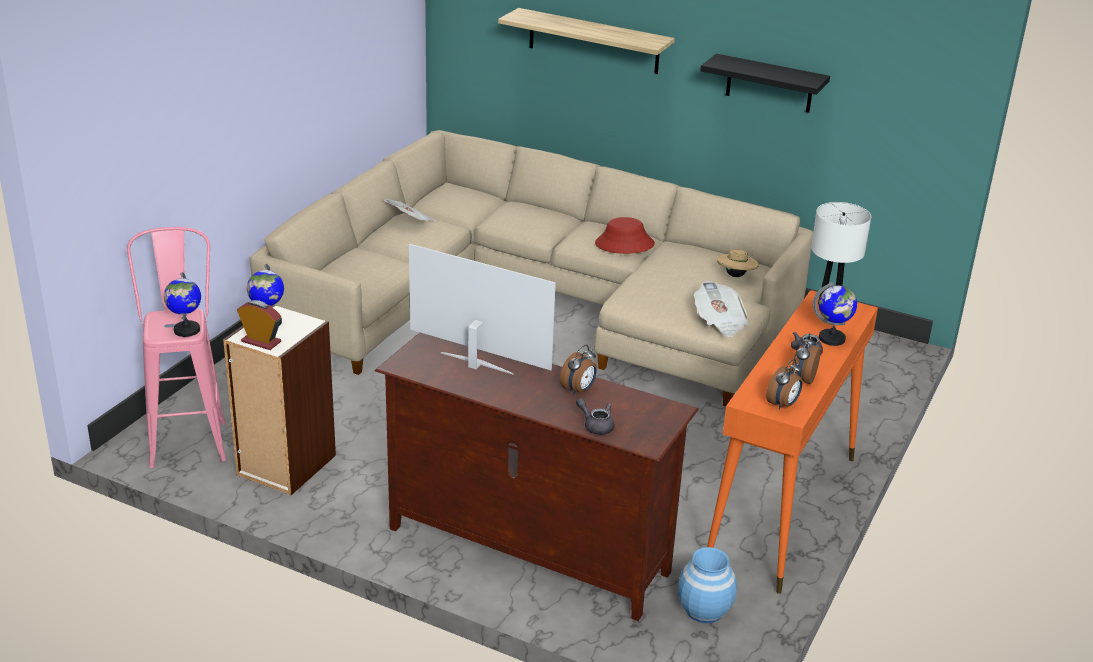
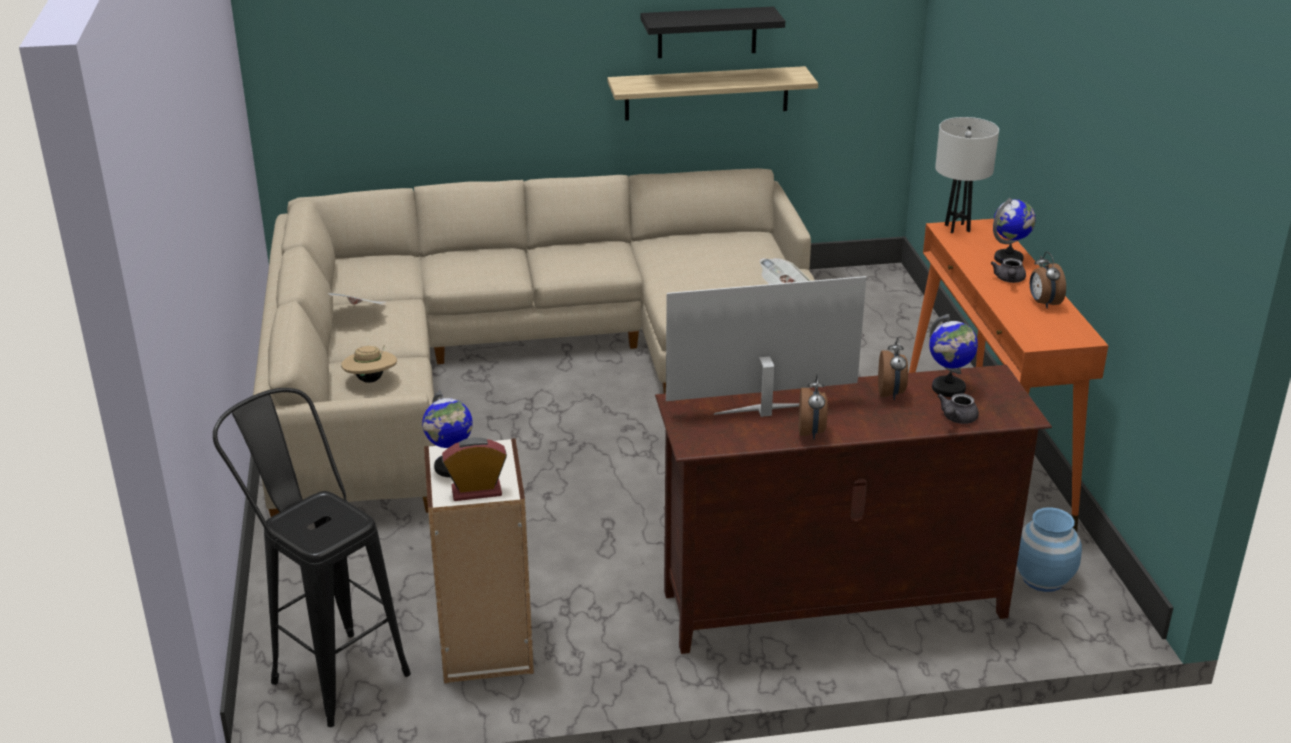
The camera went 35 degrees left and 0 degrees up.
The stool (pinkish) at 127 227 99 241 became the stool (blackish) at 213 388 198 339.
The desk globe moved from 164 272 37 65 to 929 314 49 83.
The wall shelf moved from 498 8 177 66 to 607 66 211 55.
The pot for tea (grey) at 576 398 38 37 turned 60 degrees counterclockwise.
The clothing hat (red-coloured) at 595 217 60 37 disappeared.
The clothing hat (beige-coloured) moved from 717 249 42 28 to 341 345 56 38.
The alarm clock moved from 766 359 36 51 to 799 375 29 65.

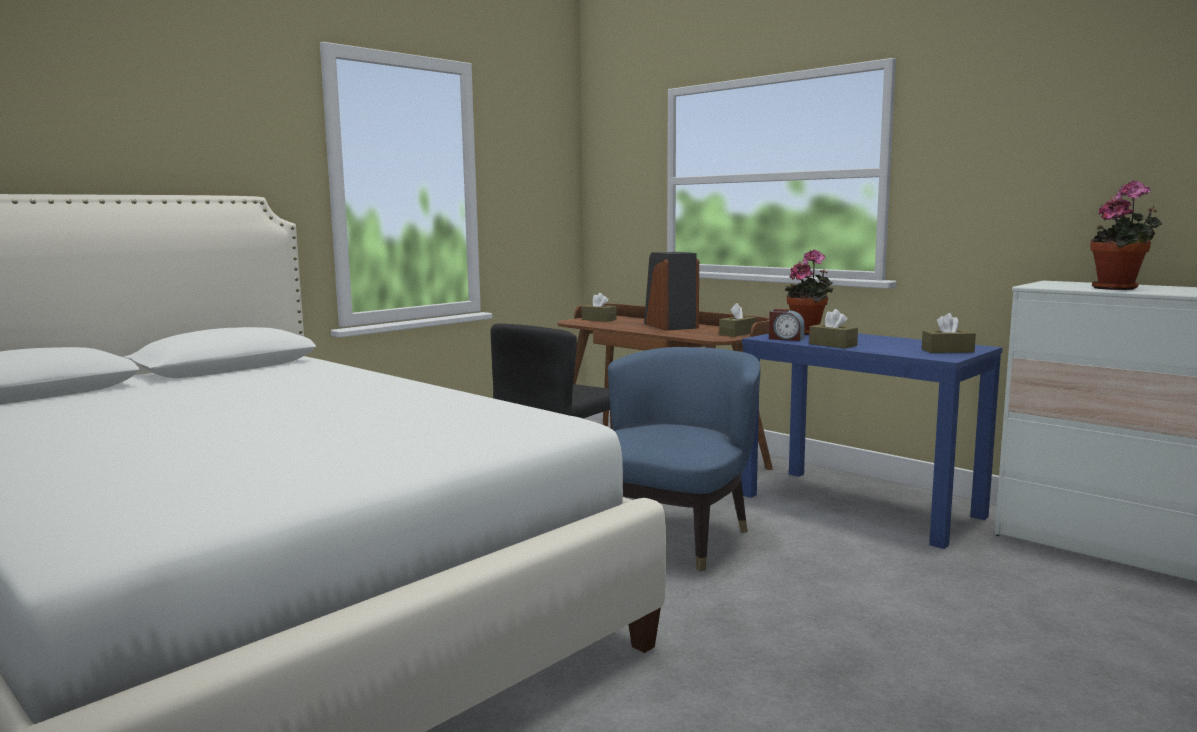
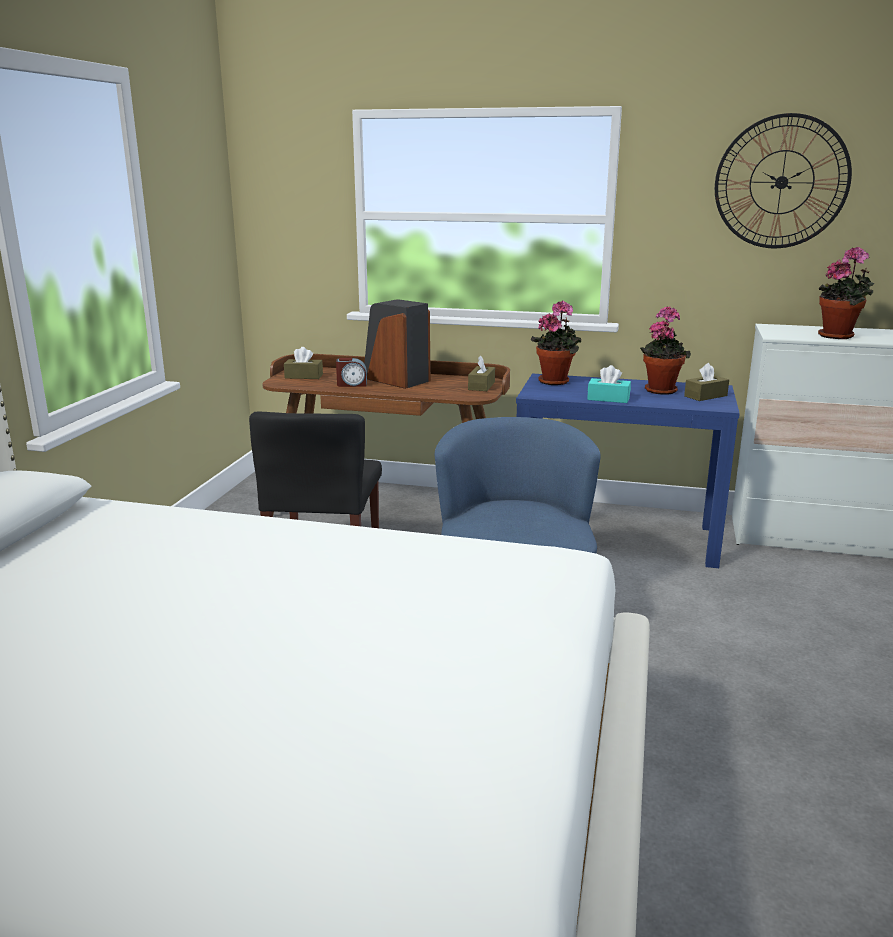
The camera went 30 degrees left and 10 degrees up.
The alarm clock moved from 769 309 36 32 to 336 358 31 29.
The tissue box (brown) at 809 309 49 39 became the tissue box (turquoise) at 587 365 44 38.
The plant in a pot at 640 306 51 89 appeared.
The wall clock at 715 113 137 135 appeared.

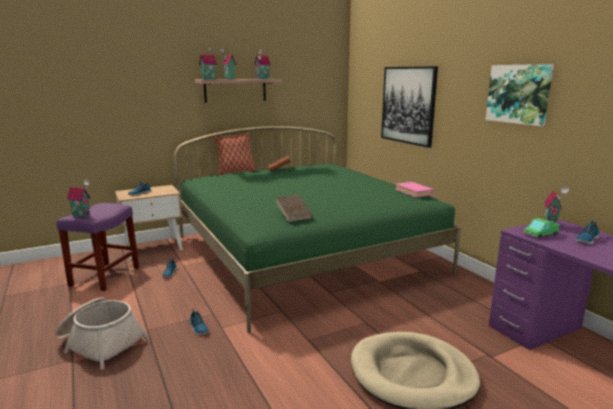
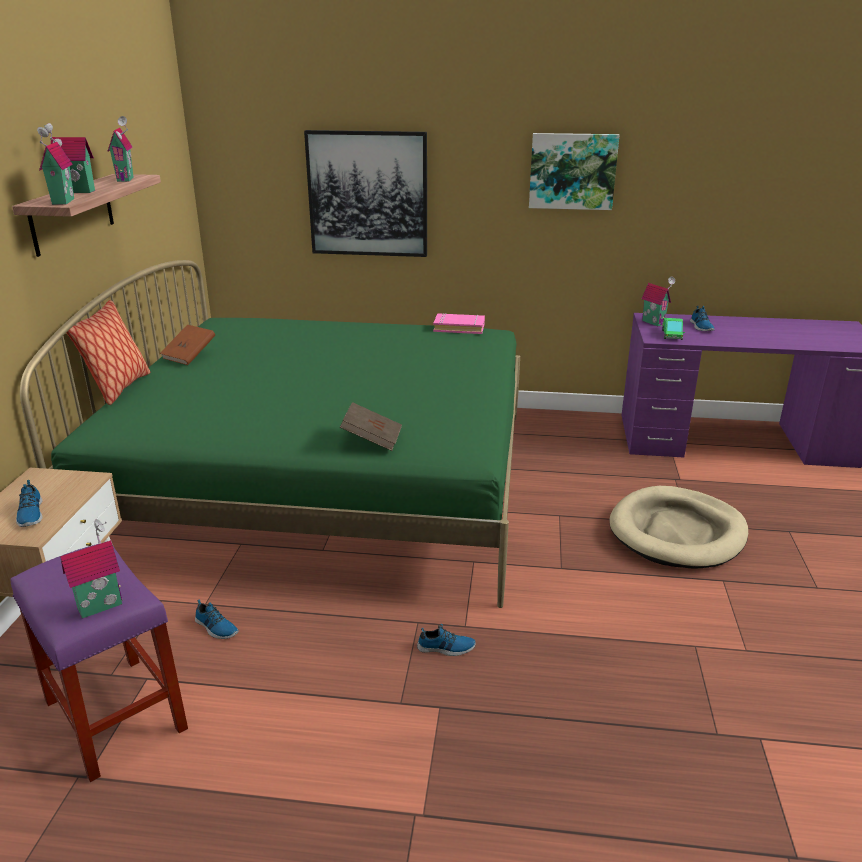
The camera went 55 degrees left and 10 degrees up.
The household basket at 55 297 94 73 disappeared.
The volume (brown) moved from 276 194 37 28 to 340 402 62 49.

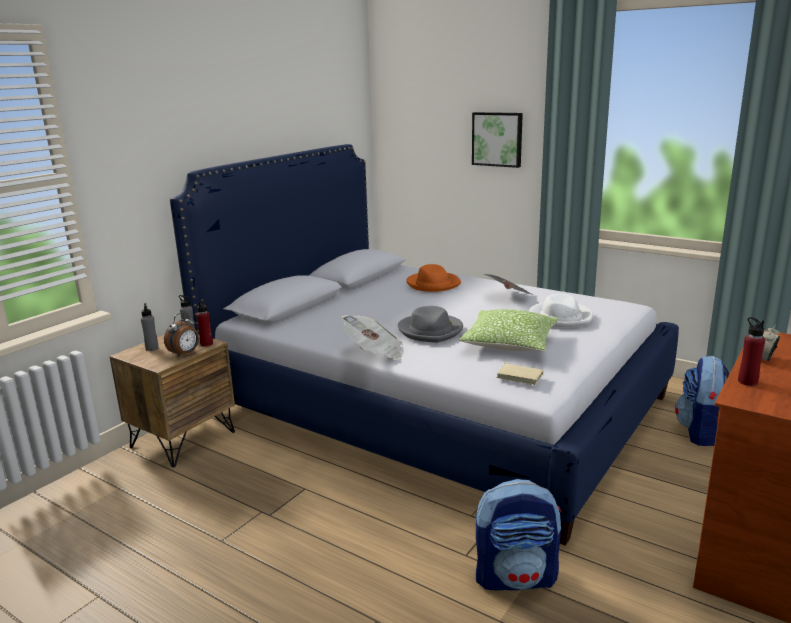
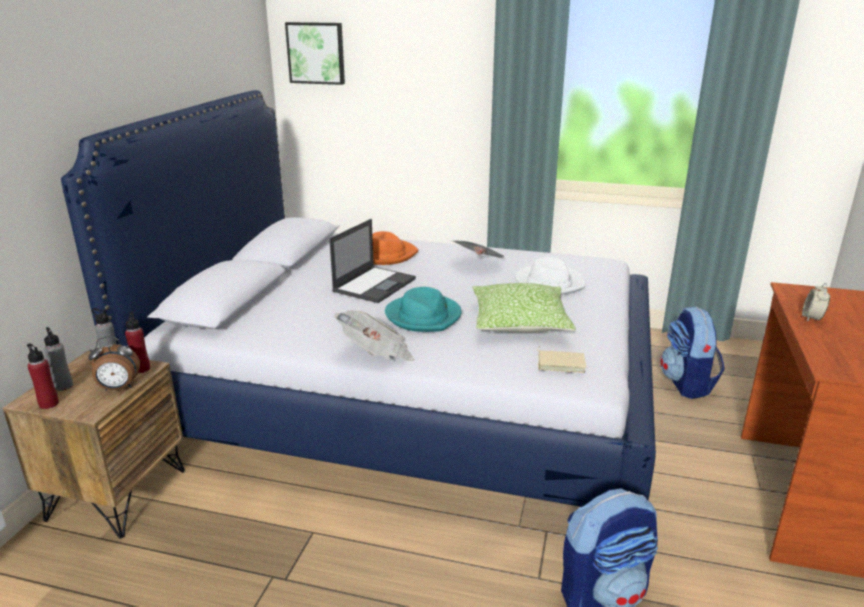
The camera went 20 degrees left and 5 degrees up.
The alarm clock at 164 312 35 45 turned 60 degrees clockwise.
The clothing hat (grey) at 398 306 65 37 became the clothing hat (turquoise) at 385 287 77 45.
The picture moved from 472 112 51 56 to 285 22 60 63.
The beverage bottle (red-coloured) moved from 738 317 27 69 to 27 343 32 66.
The portable computer at 329 219 87 84 appeared.

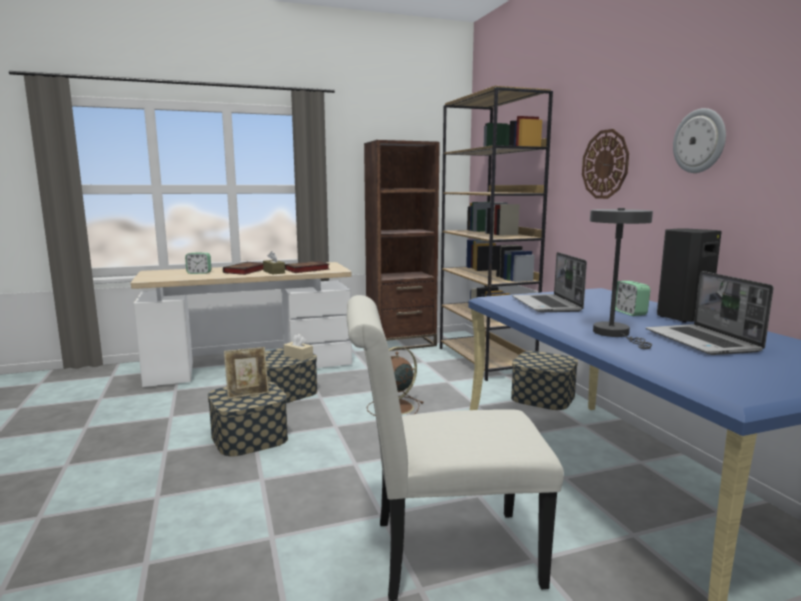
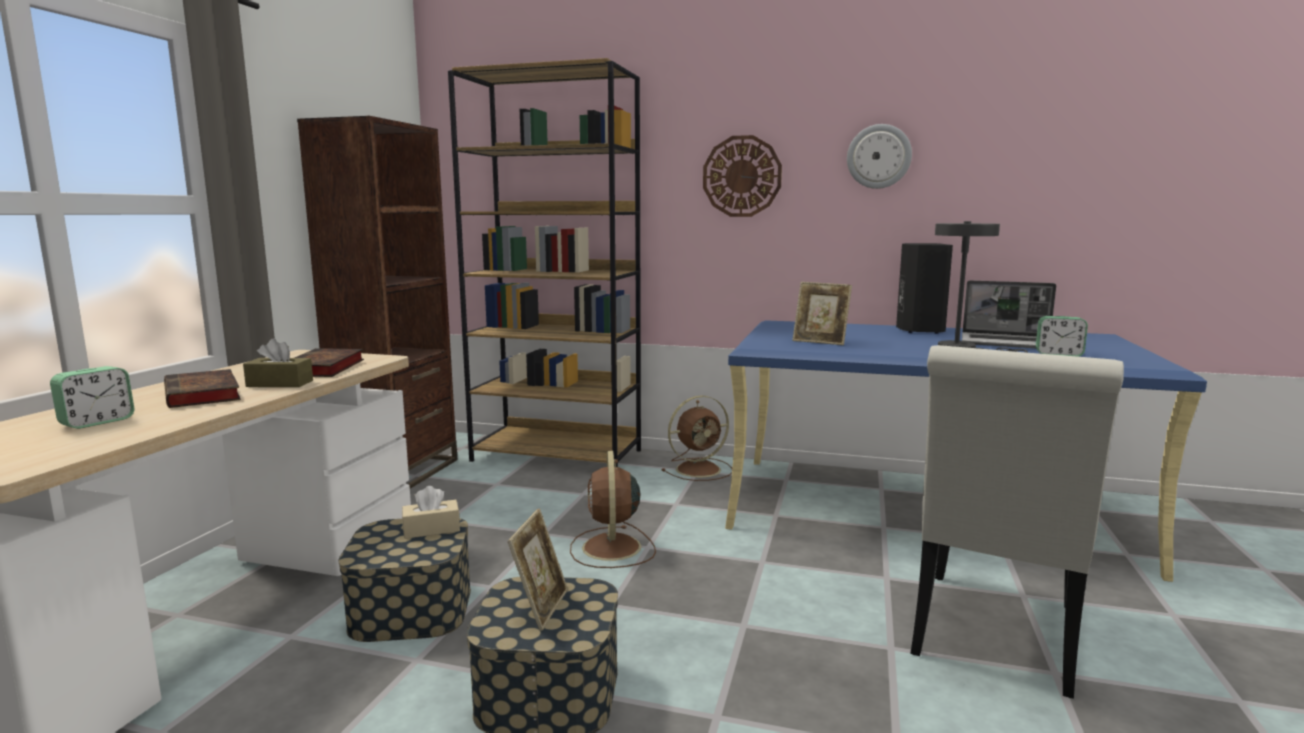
The camera went 55 degrees left and 0 degrees up.
The storage bin at 511 351 67 59 was replaced by the fan (brown) at 661 395 71 86.
The portable computer at 512 252 75 60 was replaced by the picture frame at 792 282 60 63.
The alarm clock moved from 615 281 35 35 to 1036 316 52 41.

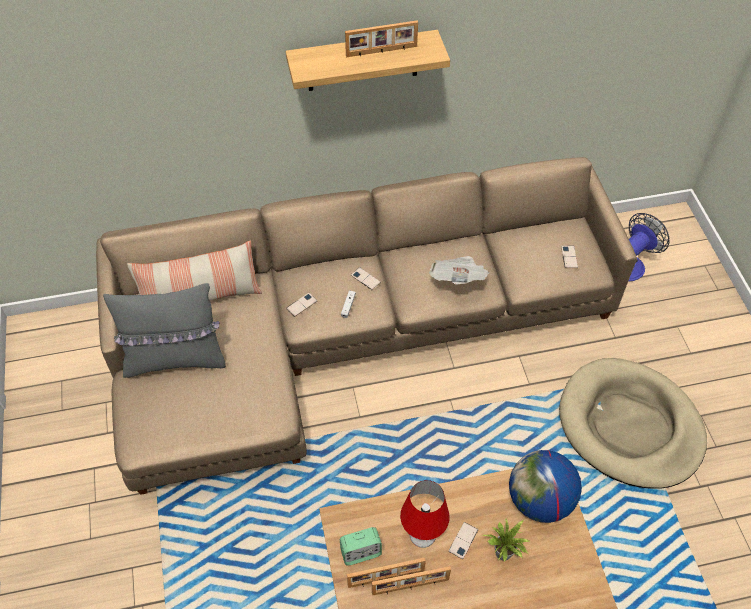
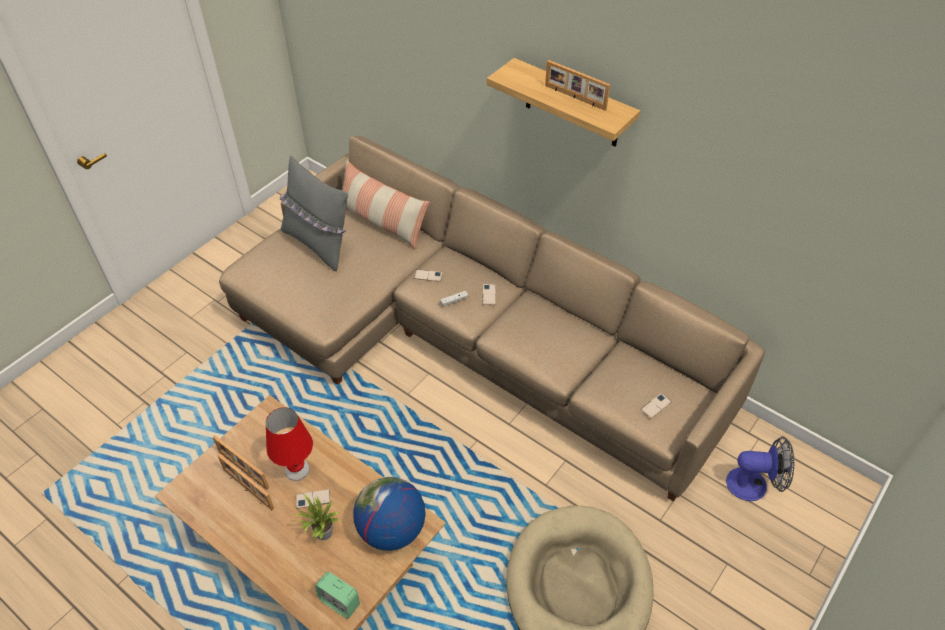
The camera went 50 degrees right and 5 degrees down.
The alarm clock moved from 340 527 42 39 to 315 571 45 48.
The newspaper at 429 256 61 28 disappeared.

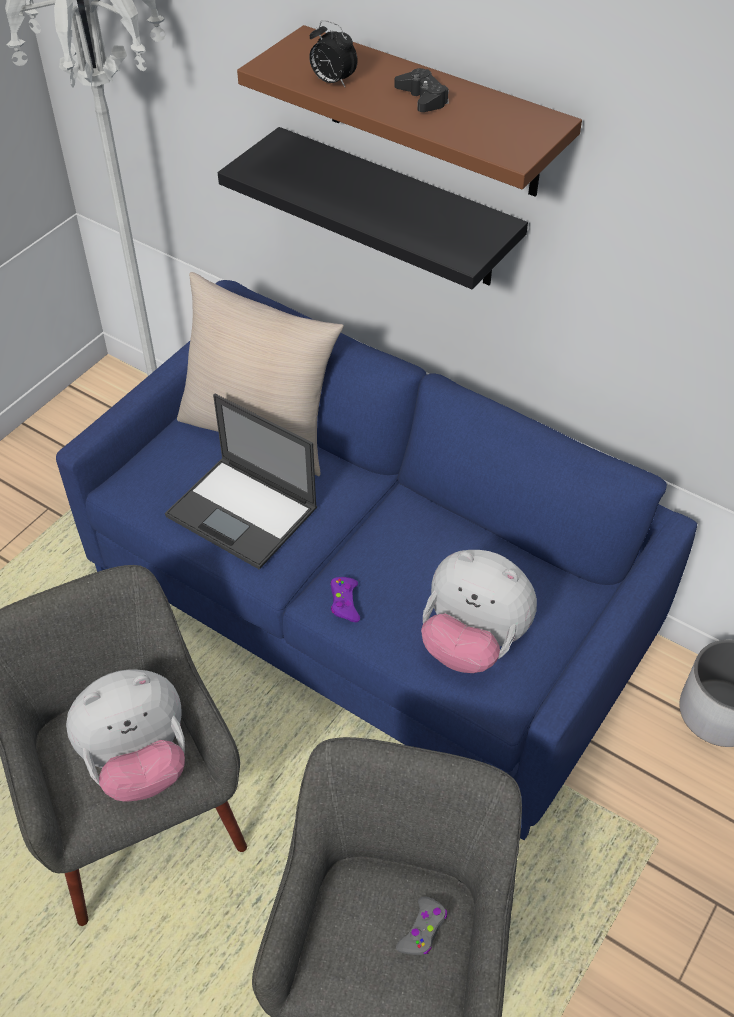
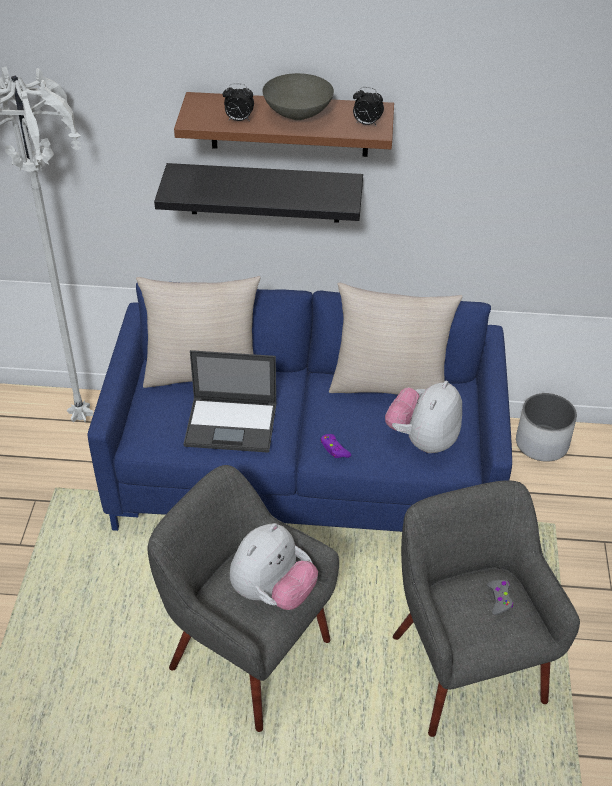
The camera went 30 degrees left and 5 degrees down.
The game controller (blackish) at 394 68 55 44 was replaced by the serving bowl (grey) at 262 73 72 47.
The cuddly toy at 421 550 116 123 turned 120 degrees clockwise.
The throw pillow (beige-coloured) at 329 283 134 112 appeared.
The alarm clock at 353 87 31 40 appeared.

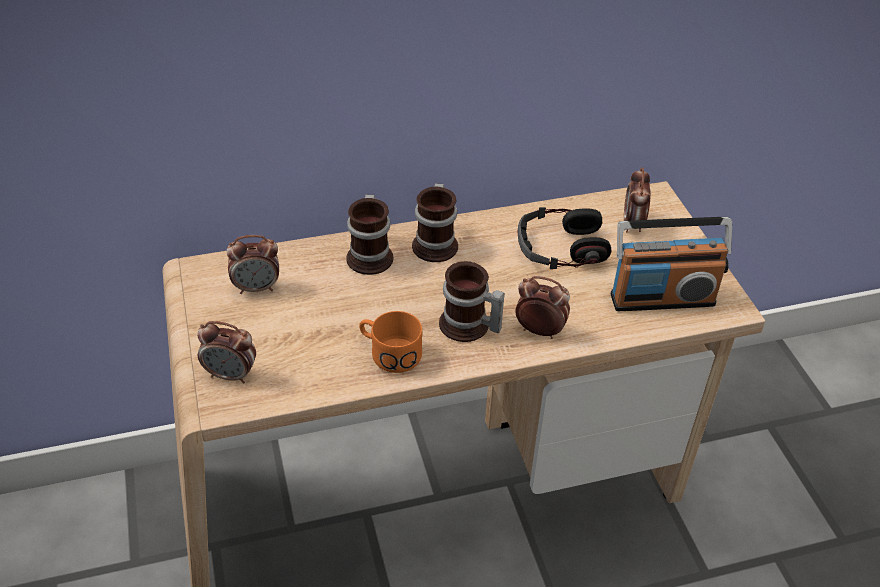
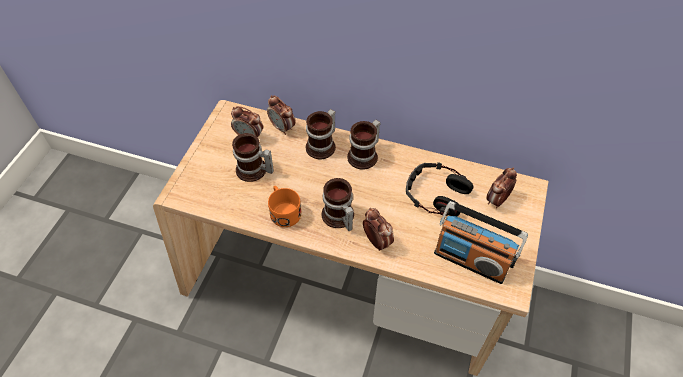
The camera went 35 degrees right and 10 degrees up.
The alarm clock moved from 197 321 59 63 to 267 95 28 40.
The coffee mug at 232 133 42 49 appeared.

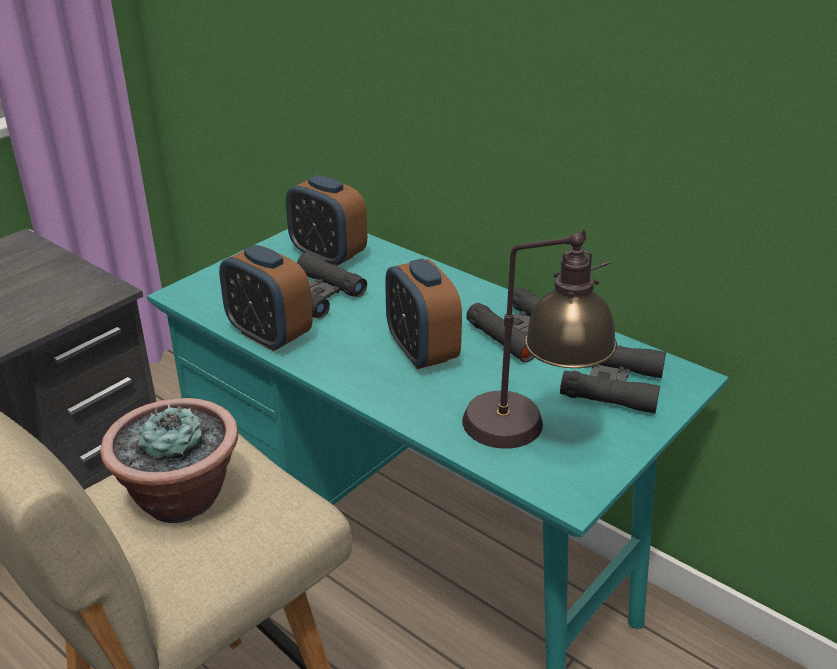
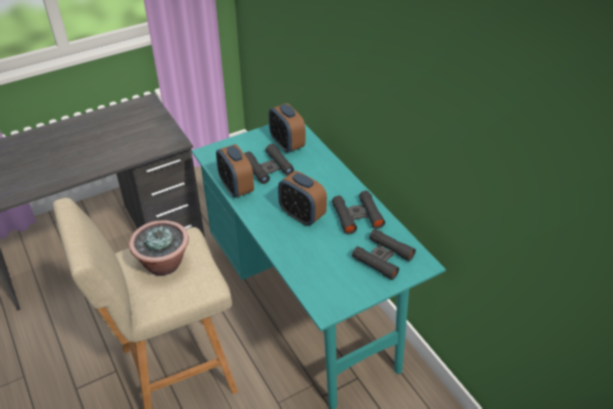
The camera went 20 degrees right and 10 degrees up.
The alarm clock at 385 258 77 111 turned 45 degrees counterclockwise.
The tabletop lamp at 462 230 155 219 disappeared.

